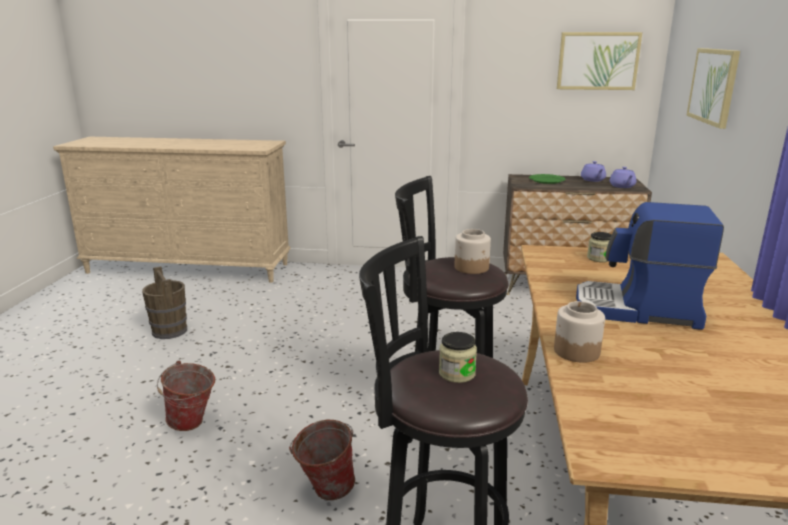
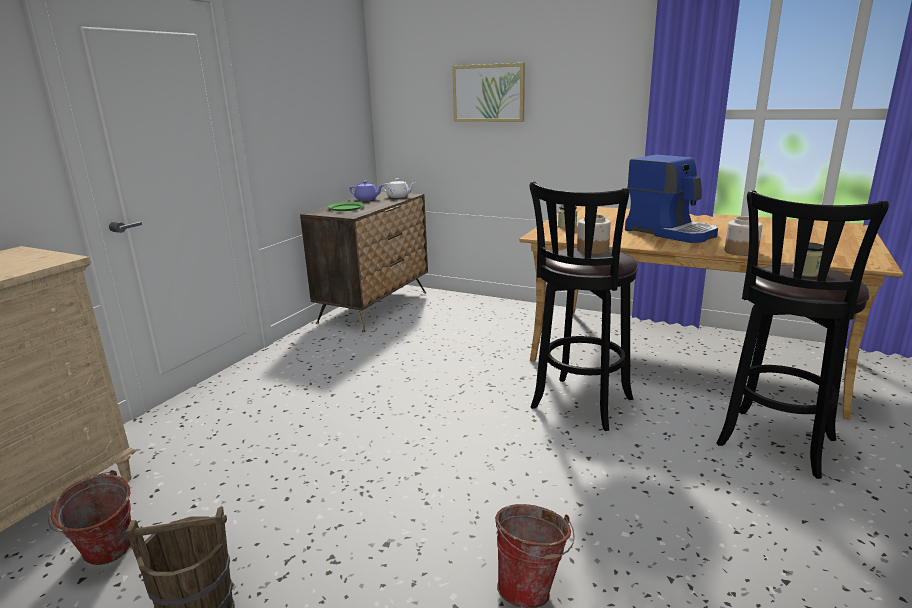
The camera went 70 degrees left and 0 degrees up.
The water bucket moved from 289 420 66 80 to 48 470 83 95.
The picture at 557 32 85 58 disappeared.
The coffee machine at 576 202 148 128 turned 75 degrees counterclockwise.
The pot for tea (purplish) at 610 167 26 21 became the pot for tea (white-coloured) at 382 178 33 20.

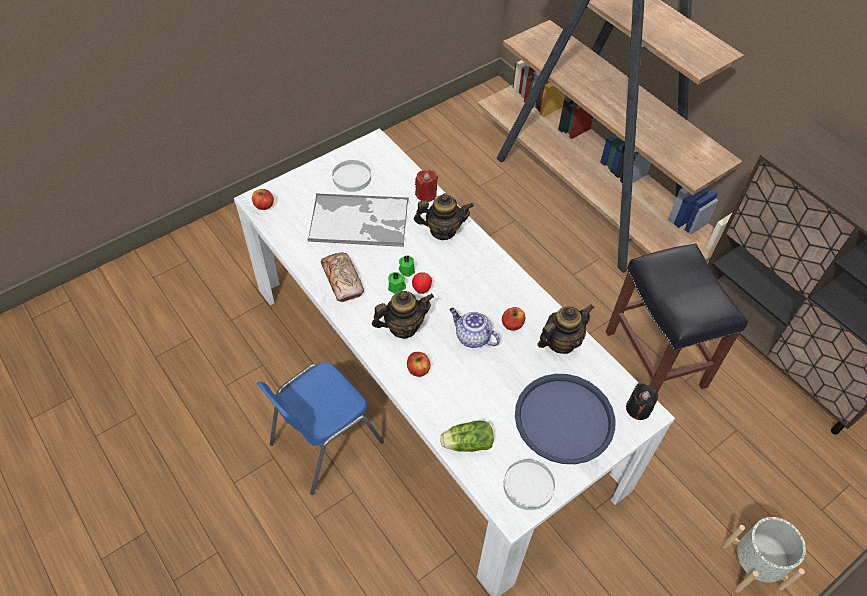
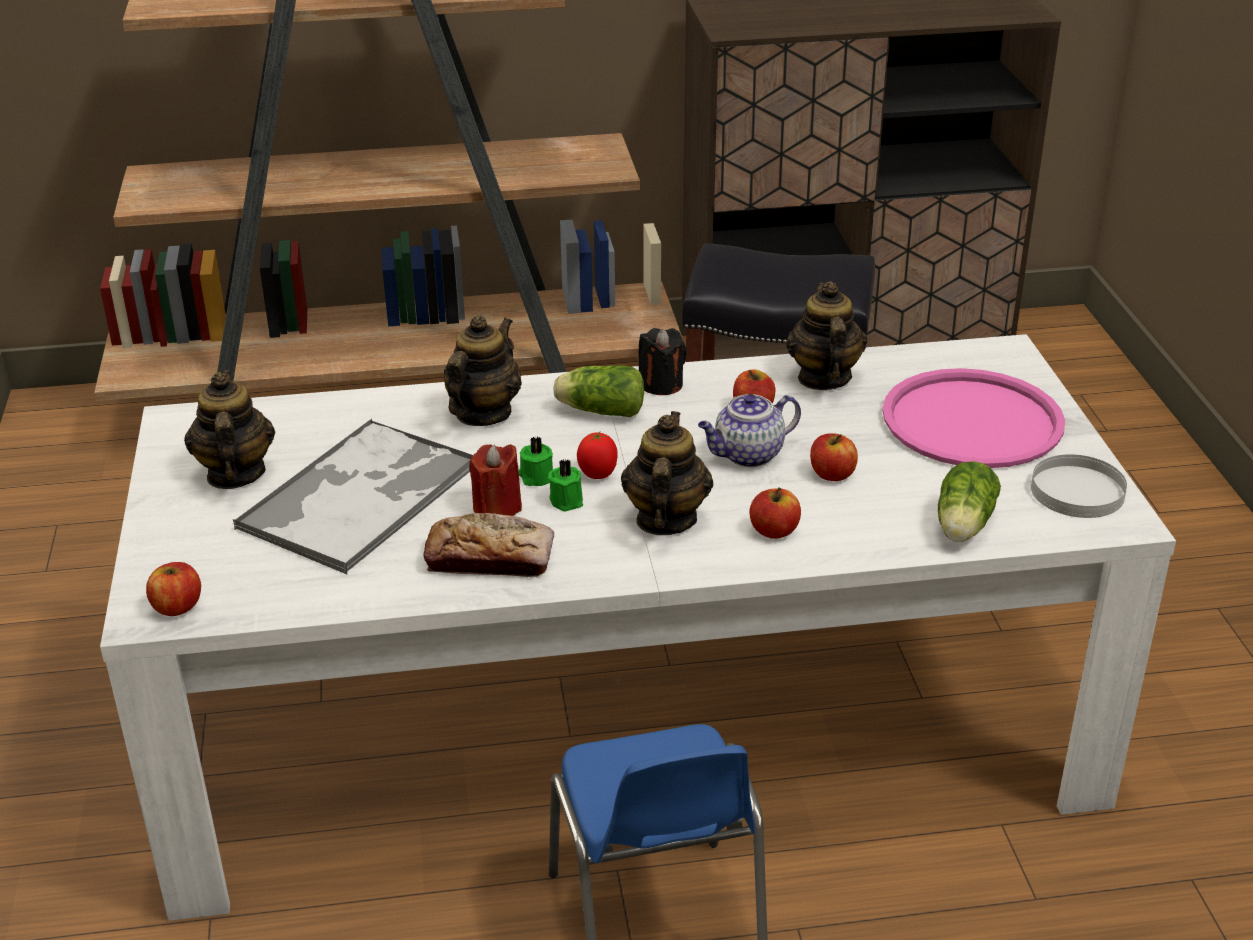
The camera went 60 degrees left and 20 degrees down.
The flat dish (white-coloured) at 332 160 39 32 was replaced by the pot for tea at 184 371 91 118.
The wax candle (red-coloured) moved from 415 170 23 32 to 469 444 53 72.
The carrying tray (bluish) at 515 374 100 90 became the carrying tray (pinkish) at 882 368 183 100.
The wax candle (blackish) moved from 626 383 32 37 to 639 328 48 67.
The flower pot (grey) at 722 517 84 76 disappeared.
The lettuce at 553 365 91 52 appeared.
The whole apple at 810 433 48 48 appeared.

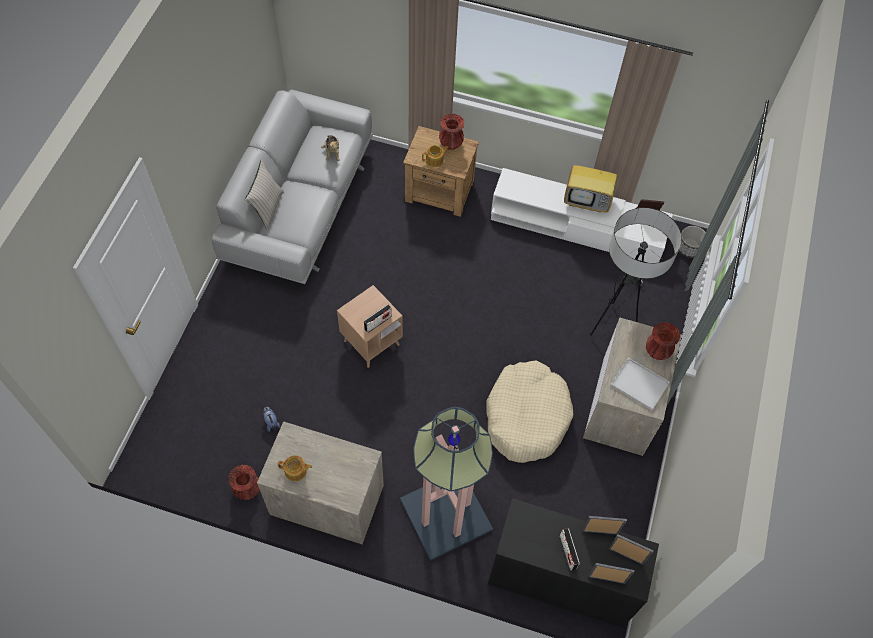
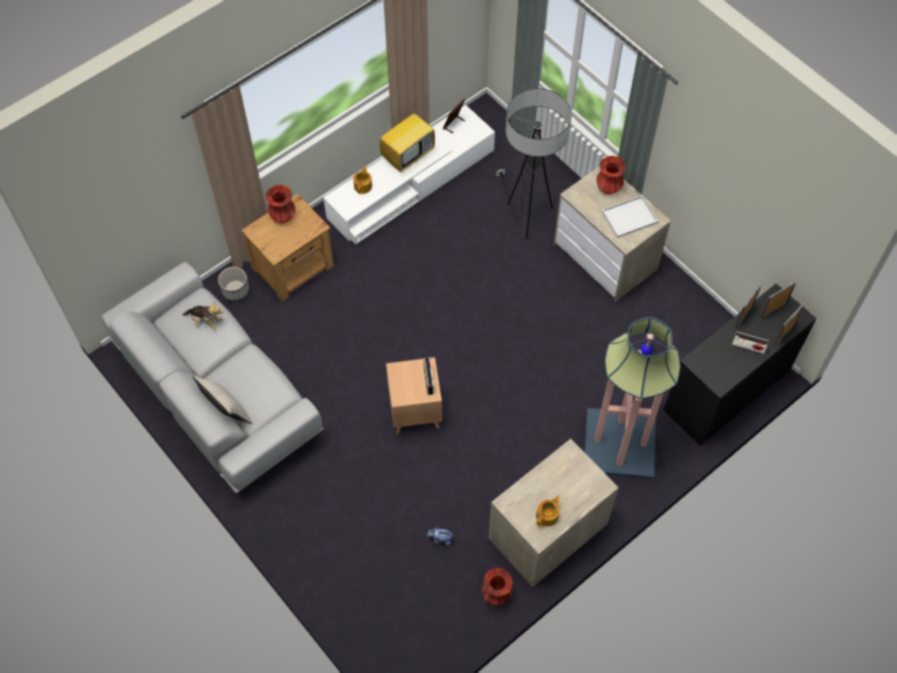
The camera went 55 degrees left and 0 degrees up.
The pot for tea moved from 422 145 27 22 to 353 166 19 28.
The dog cushion (beige-coloured) at 486 361 87 102 disappeared.
The flower pot moved from 679 226 27 32 to 218 267 32 35.

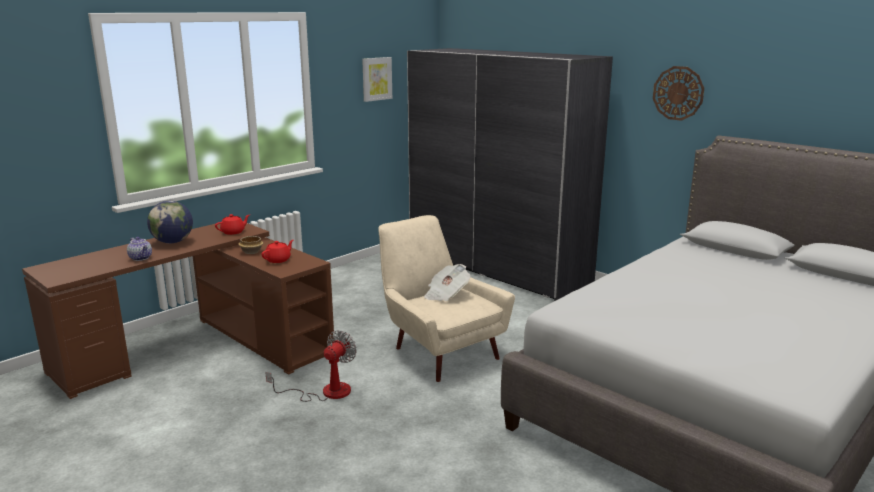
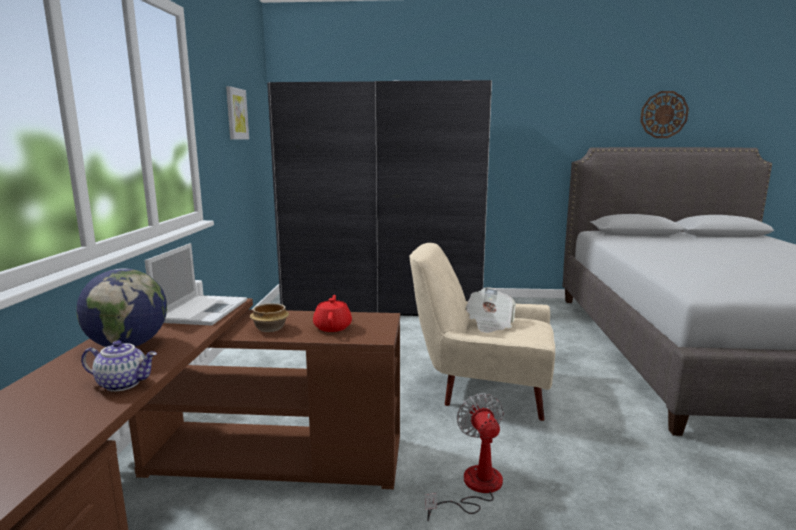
The camera went 40 degrees left and 5 degrees down.
The pot for tea (red-coloured) at 215 214 34 21 was replaced by the portable computer at 145 243 102 83.
The wall clock moved from 653 66 51 55 to 640 91 49 47.

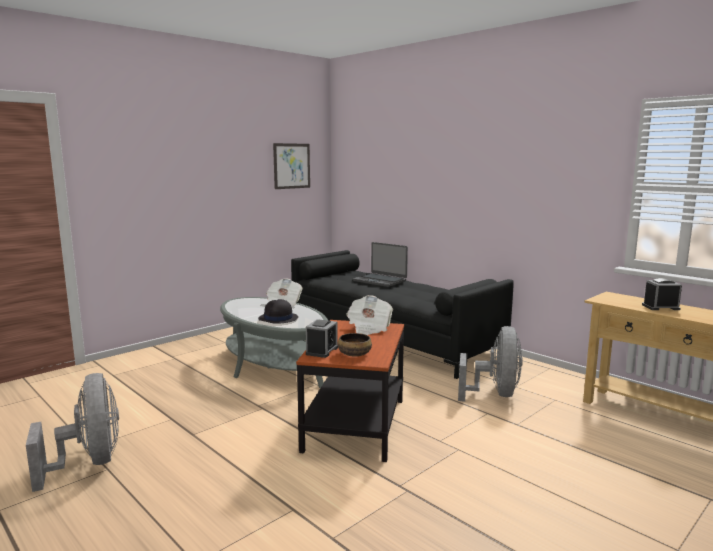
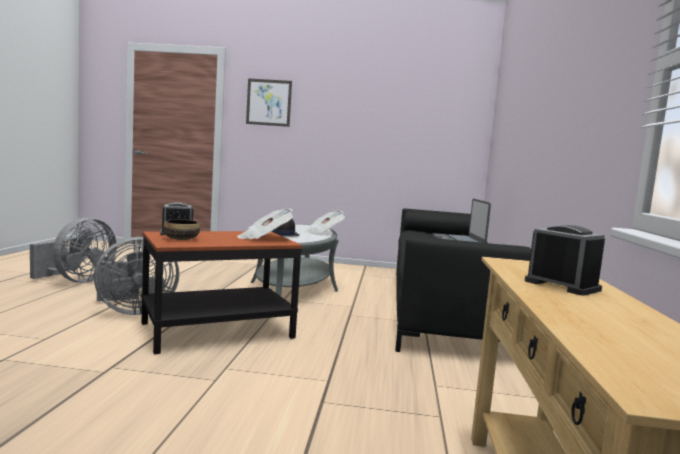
The camera went 50 degrees right and 5 degrees down.
The picture moved from 273 143 37 46 to 246 78 46 49.
The fan (grey) moved from 458 326 65 76 to 94 237 85 78.

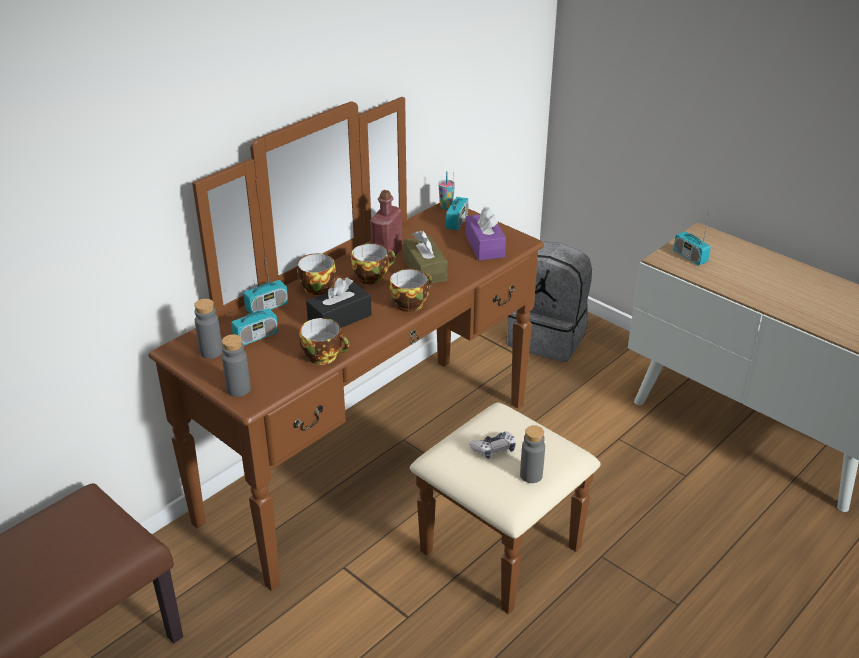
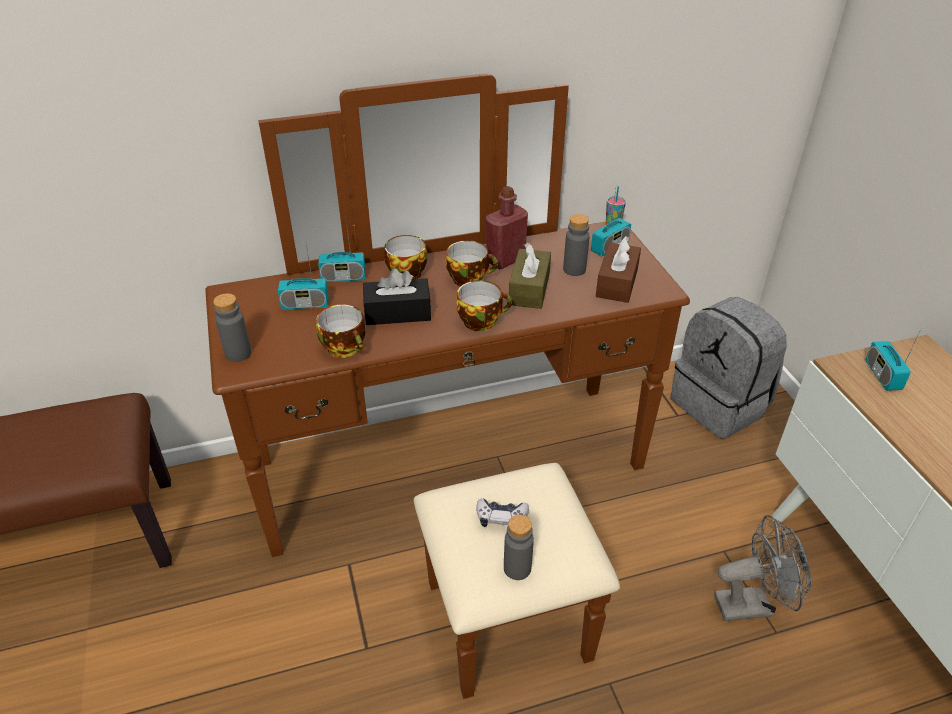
The camera went 30 degrees right and 5 degrees up.
The beverage bottle (grey) moved from 194 299 29 60 to 563 214 27 62.
The tissue box (purplish) at 466 206 40 55 became the tissue box (brown) at 596 237 45 66.
The fan (grey) at 714 515 97 106 appeared.

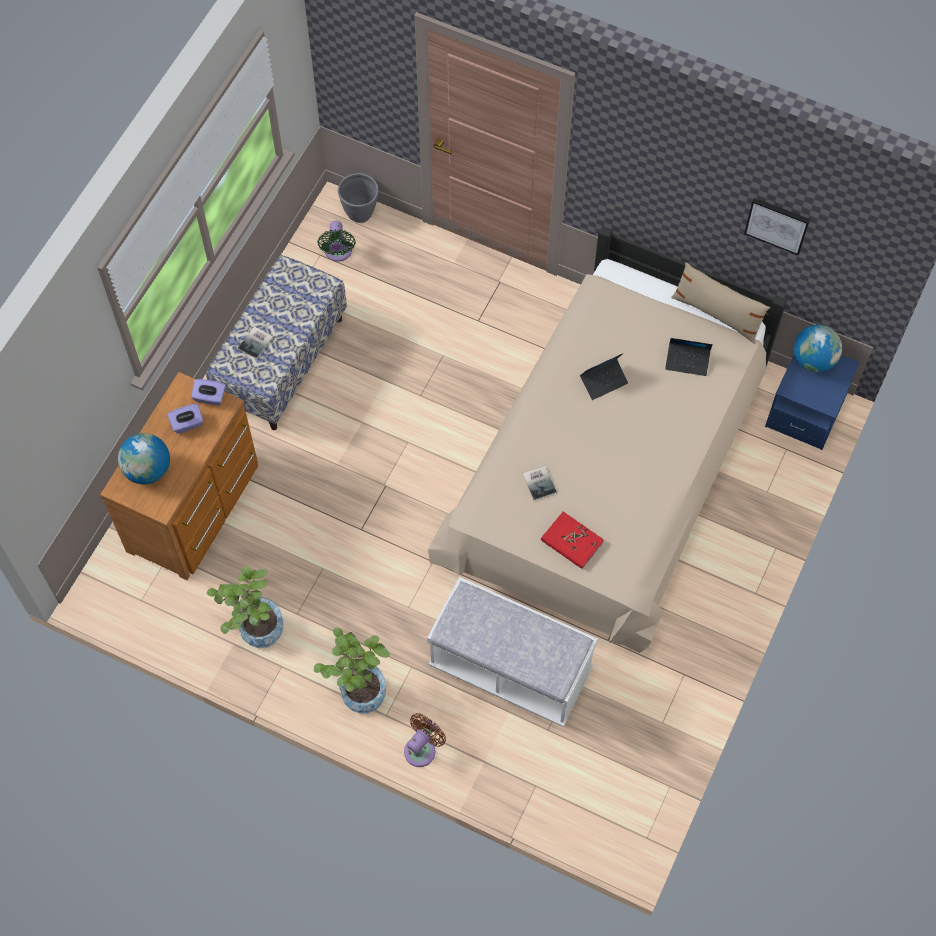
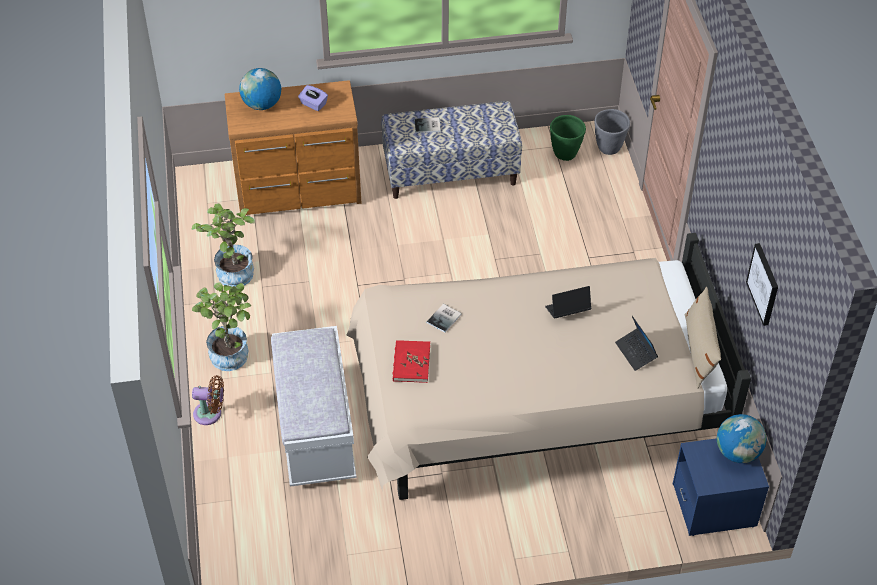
The camera went 55 degrees right and 15 degrees down.
The tissue box (purplish) at 191 379 35 27 disappeared.
The fan (greenish) at 317 221 39 41 was replaced by the flower pot (greenish) at 550 115 36 46.
The portable computer at 580 353 48 47 turned 135 degrees clockwise.

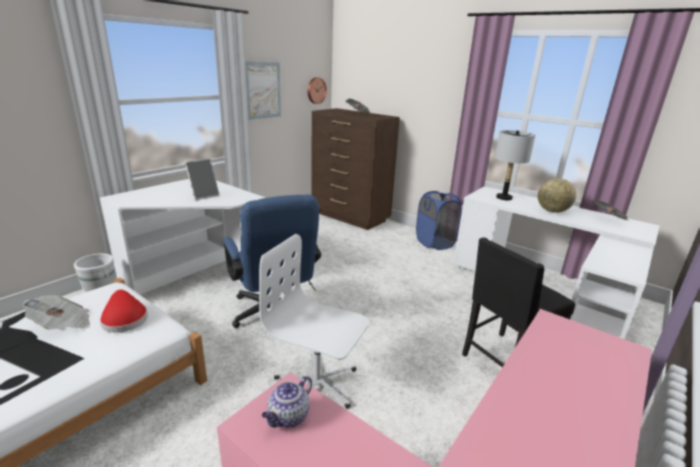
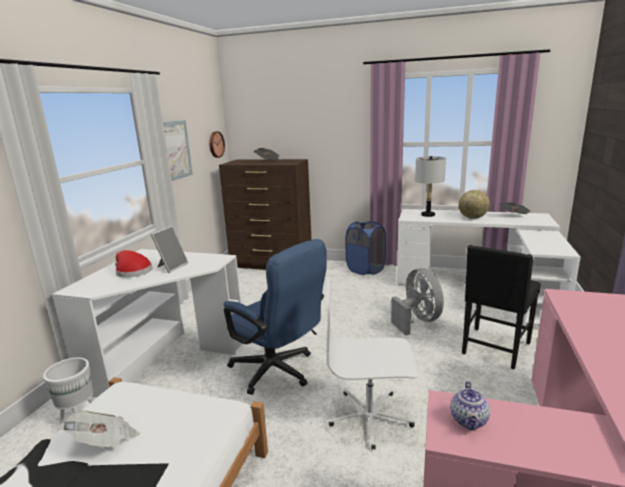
The camera went 20 degrees left and 5 degrees down.
The clothing hat (red-coloured) moved from 100 290 48 43 to 115 250 37 28.
The fan (grey) at 391 268 53 68 appeared.

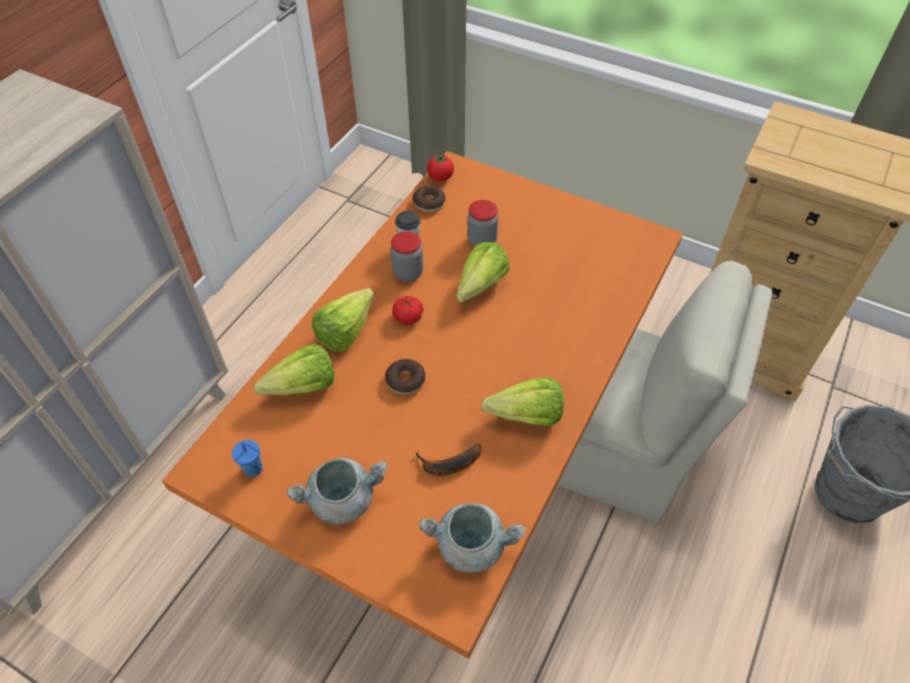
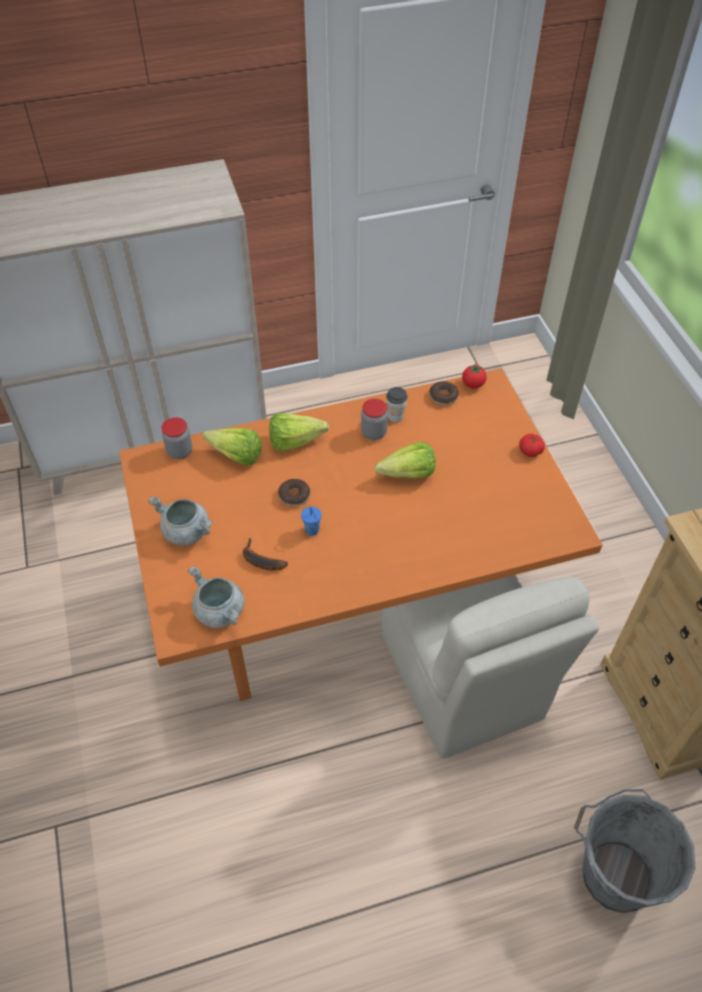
The camera went 45 degrees right and 0 degrees up.
The drinking cup (bluish) moved from 232 440 30 37 to 301 506 21 30.
The whole tomato moved from 392 296 31 28 to 519 434 26 23.
The preserve jar moved from 467 200 31 47 to 162 417 30 42.
The lettuce at 481 378 83 48 disappeared.

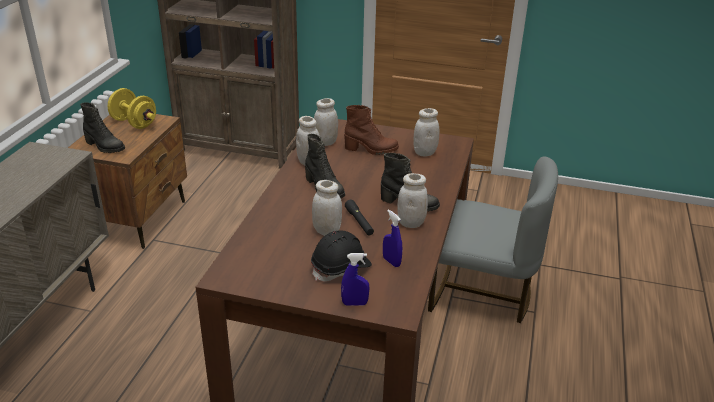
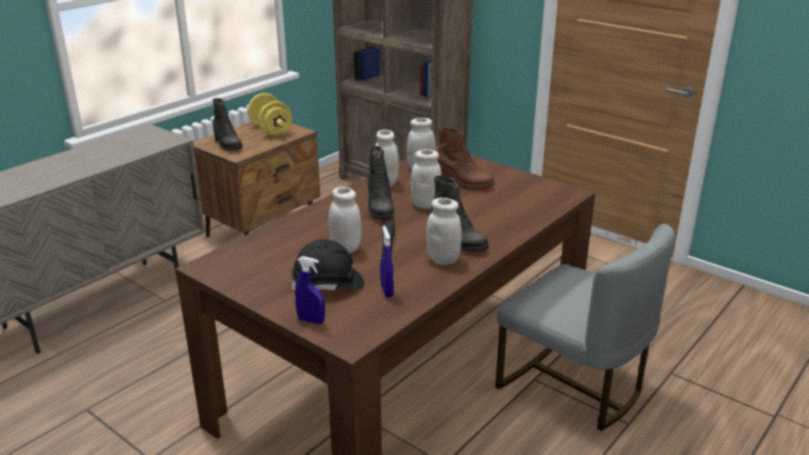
The camera went 25 degrees right and 5 degrees down.
The preserve jar (white-coloured) moved from 414 108 25 49 to 411 149 31 60.

